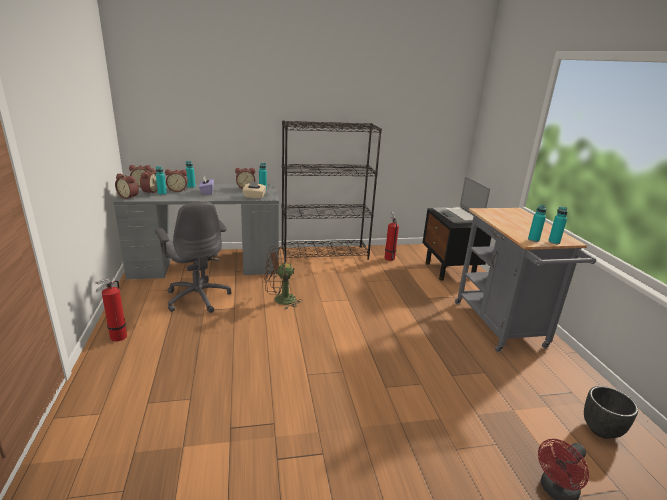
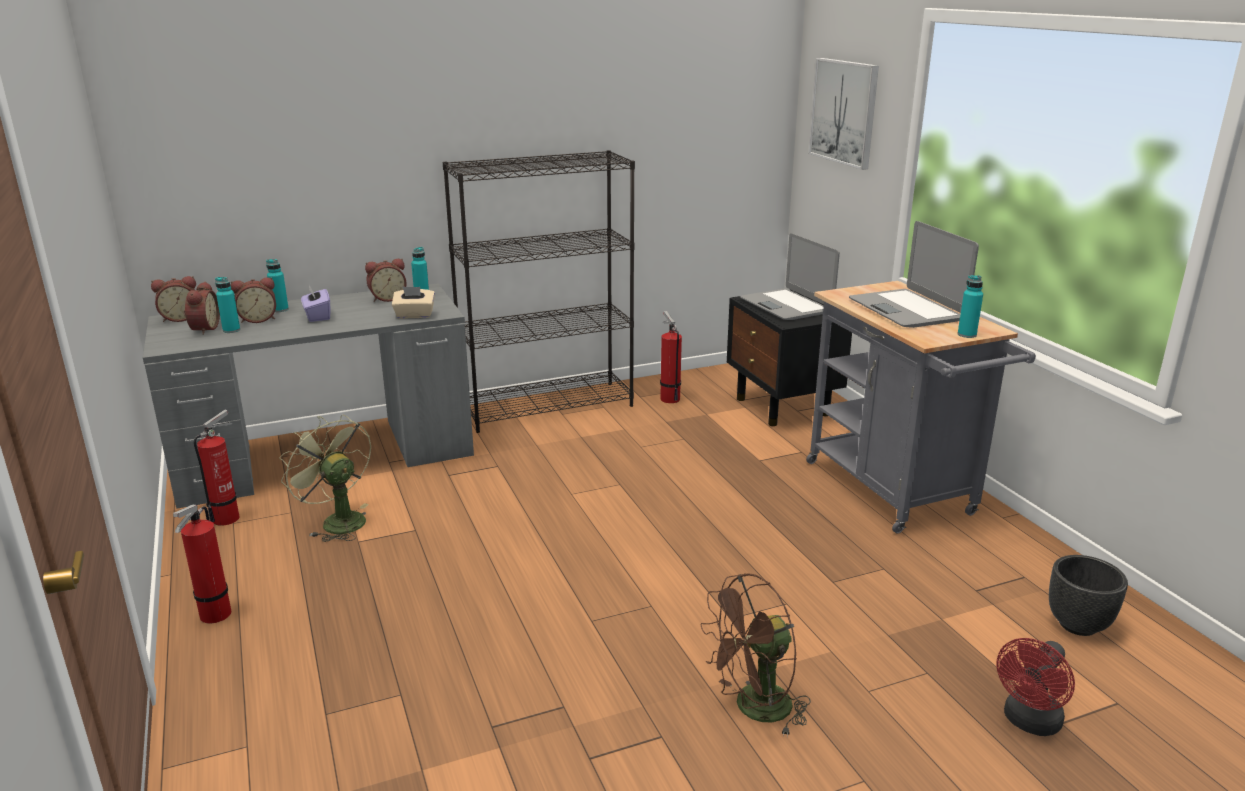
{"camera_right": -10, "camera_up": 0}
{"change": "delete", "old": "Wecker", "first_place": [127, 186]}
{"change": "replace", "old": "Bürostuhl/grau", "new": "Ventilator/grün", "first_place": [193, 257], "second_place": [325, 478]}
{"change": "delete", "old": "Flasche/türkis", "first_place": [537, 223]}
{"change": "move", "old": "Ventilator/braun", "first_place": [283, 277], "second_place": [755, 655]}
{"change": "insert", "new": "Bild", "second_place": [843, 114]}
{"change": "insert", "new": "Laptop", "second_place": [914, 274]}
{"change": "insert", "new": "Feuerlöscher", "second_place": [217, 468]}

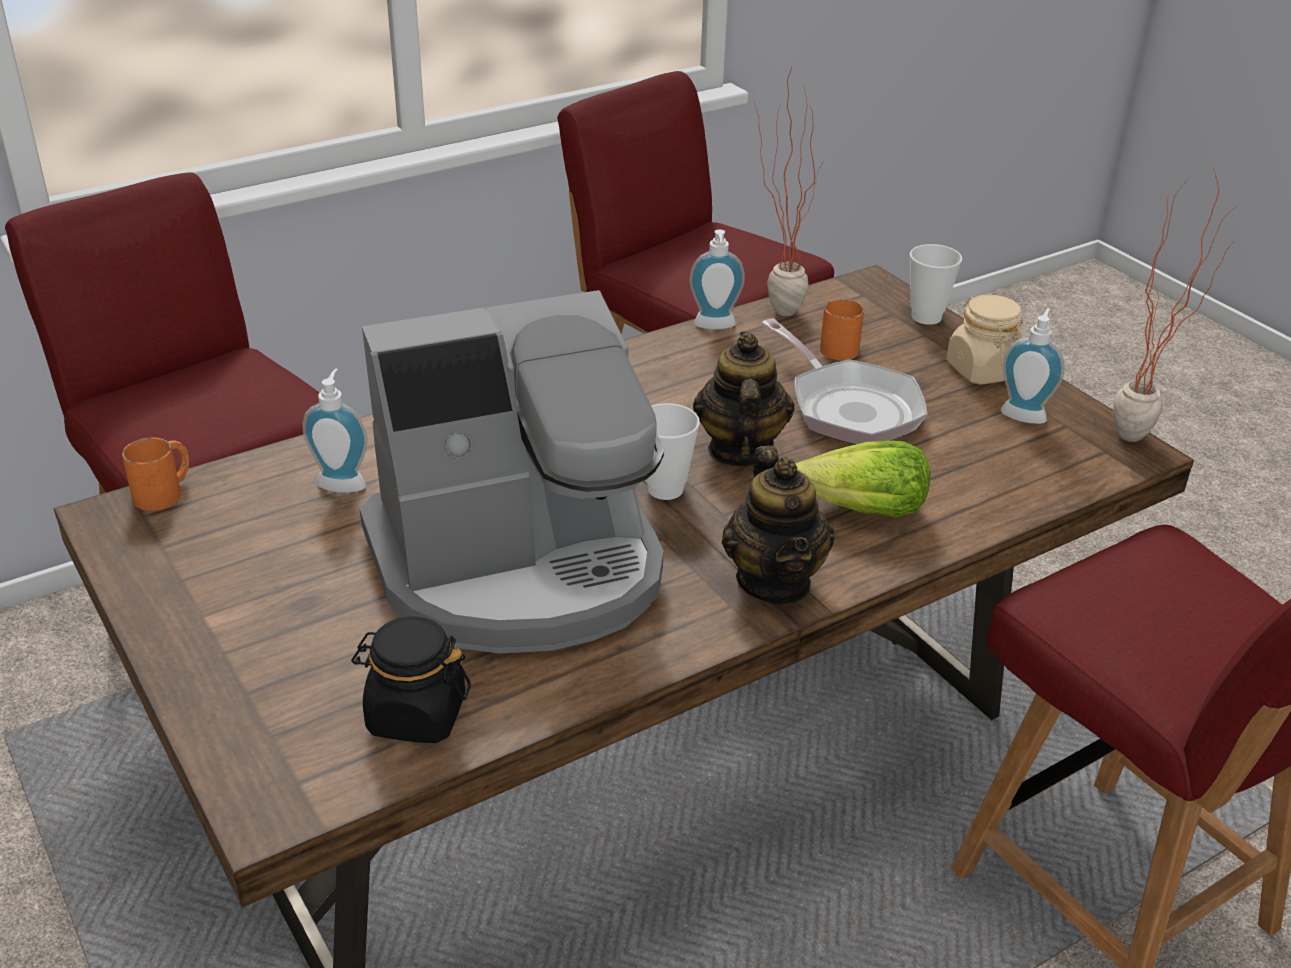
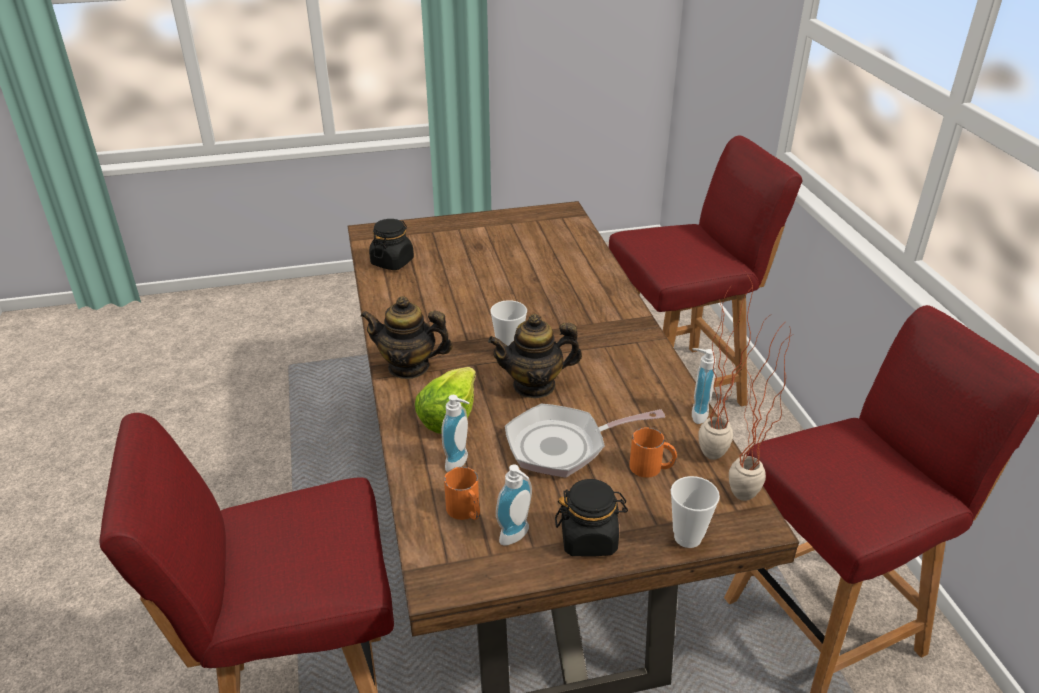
{"camera_right": 110, "camera_up": 0}
{"change": "move", "old": "Topfpflanze", "first_place": [1174, 304], "second_place": [761, 412]}
{"change": "delete", "old": "Kaffeemaschine", "first_place": [512, 472]}
{"change": "recolor", "old": "Vorratsglas/beige", "new": "Vorratsglas/schwarz", "first_place": [984, 340], "second_place": [591, 518]}
{"change": "rotate", "old": "Teekanne", "first_place": [744, 399], "second_place": [535, 356], "degrees": 150}
{"change": "move", "old": "Seifenspender", "first_place": [335, 431], "second_place": [455, 433]}
{"change": "move", "old": "Henkelbecher/orange", "first_place": [155, 474], "second_place": [462, 493]}

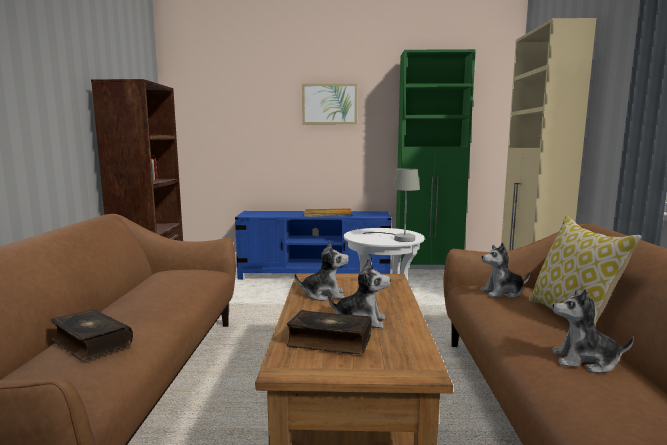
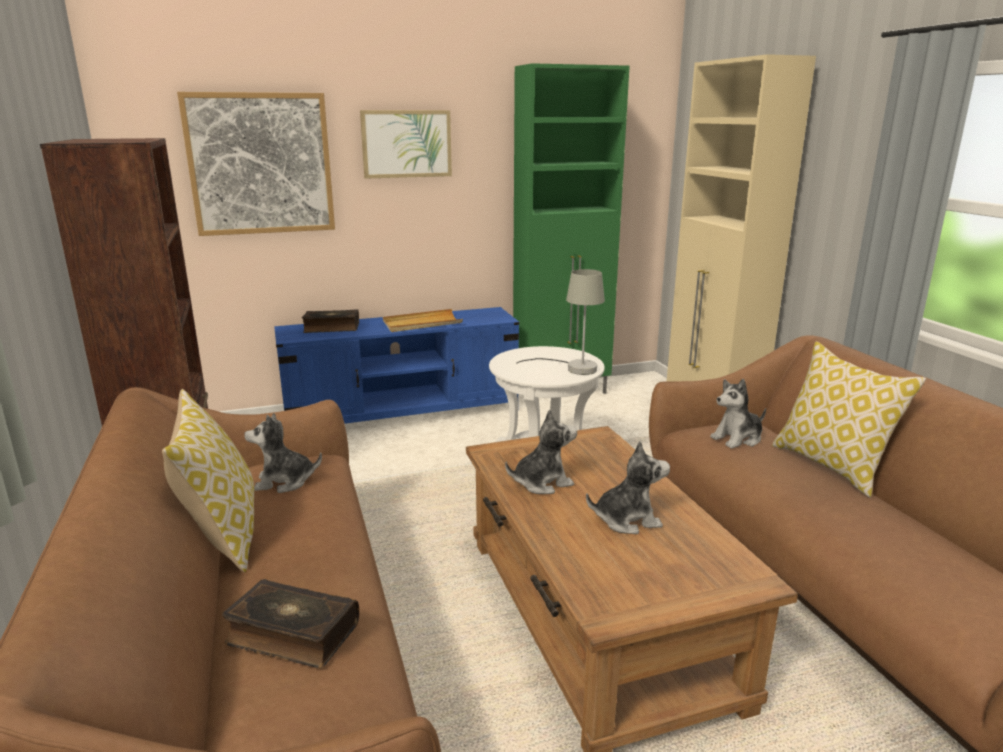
{"camera_right": -20, "camera_up": 10}
{"change": "move", "old": "Plüschtier", "first_place": [593, 331], "second_place": [283, 453]}
{"change": "move", "old": "Buch", "first_place": [329, 332], "second_place": [330, 321]}
{"change": "insert", "new": "Bild", "second_place": [256, 164]}
{"change": "insert", "new": "Kissen", "second_place": [208, 481]}

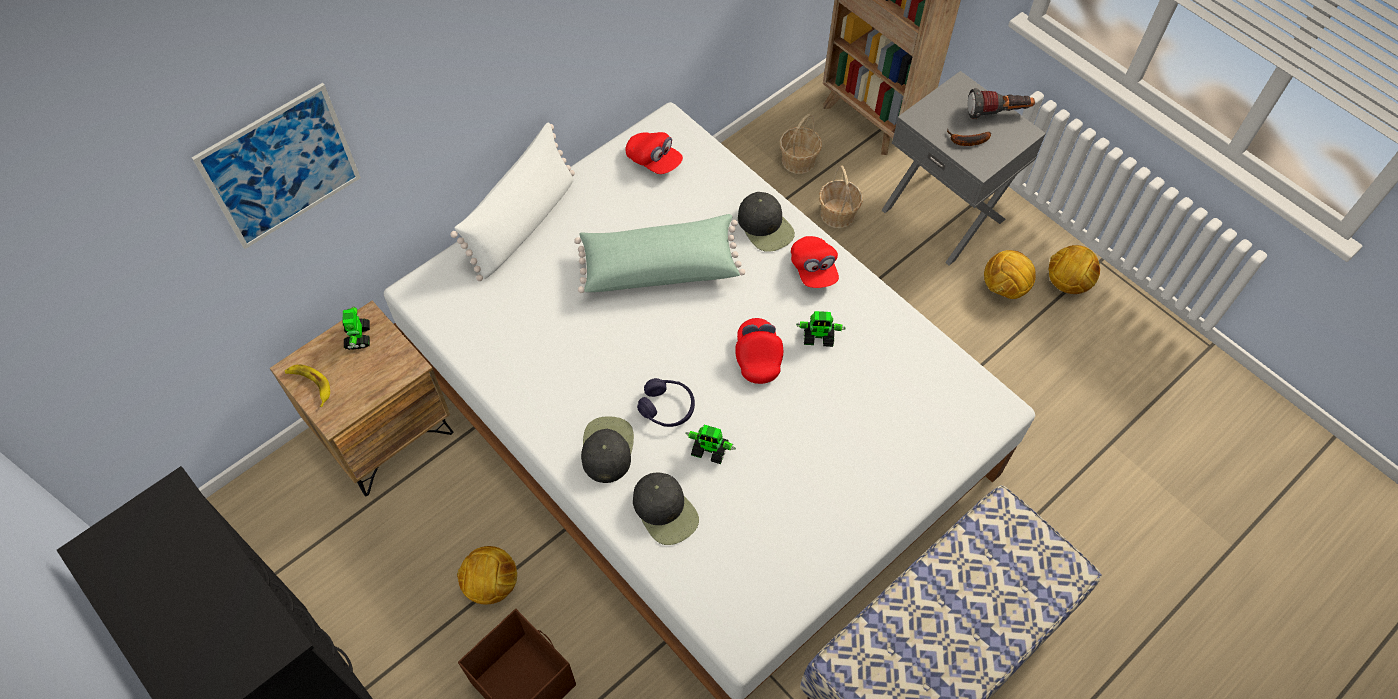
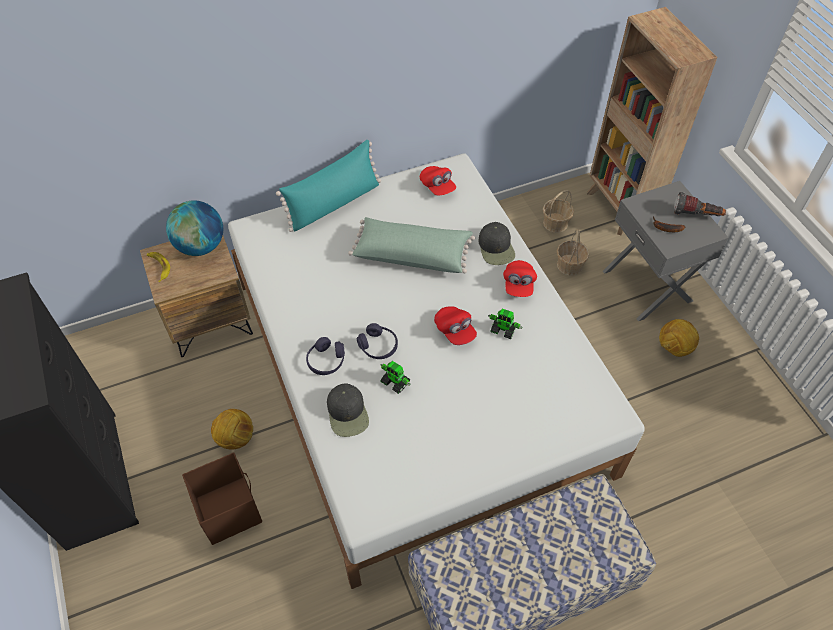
{"camera_right": 20, "camera_up": -5}
{"change": "delete", "old": "Bild", "first_place": [276, 166]}
{"change": "recolor", "old": "Kissen/weiß", "new": "Kissen/türkis", "first_place": [512, 202], "second_place": [328, 186]}
{"change": "delete", "old": "Fußball", "first_place": [1074, 269]}
{"change": "replace", "old": "Spielzeugroboter", "new": "Globus", "first_place": [356, 328], "second_place": [194, 228]}
{"change": "rotate", "old": "Kappe/rot", "first_place": [759, 351], "second_place": [455, 325], "degrees": 135}
{"change": "replace", "old": "Kappe/schwarz", "new": "Kopfhörer/lila", "first_place": [607, 450], "second_place": [325, 356]}

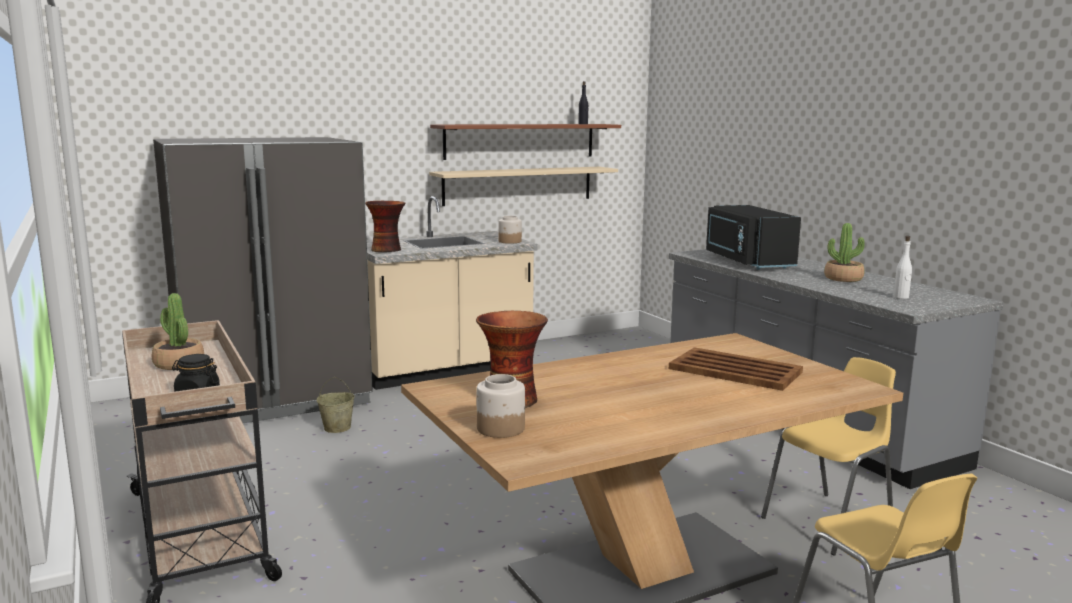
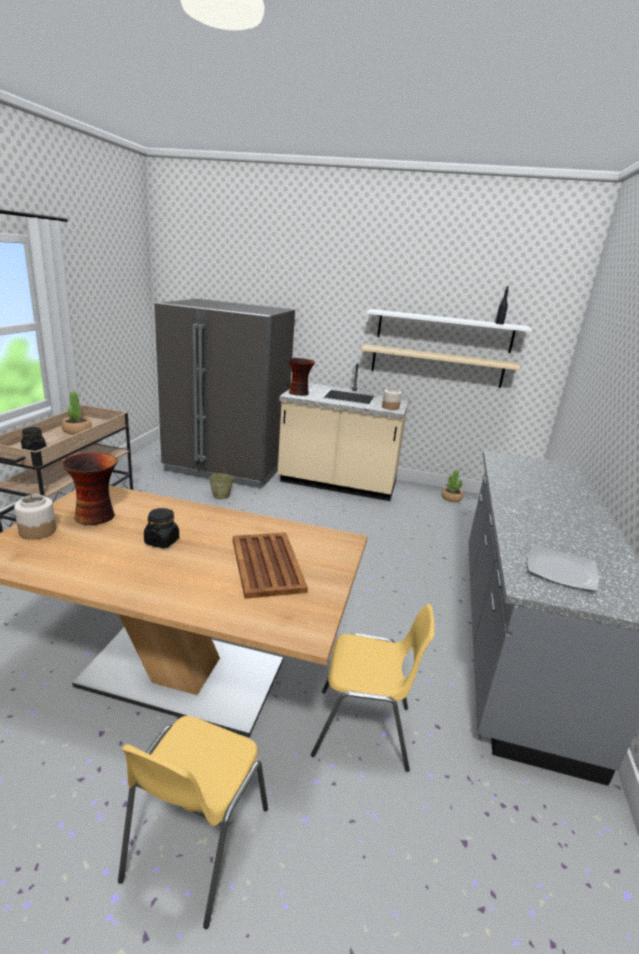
{"camera_right": 40, "camera_up": 10}
{"change": "recolor", "old": "Wandregal/braun", "new": "Wandregal/weiß", "first_place": [525, 142], "second_place": [449, 331]}
{"change": "delete", "old": "Mikrowelle/schwarz", "first_place": [753, 237]}
{"change": "move", "old": "Topfpflanze", "first_place": [844, 252], "second_place": [452, 485]}
{"change": "replace", "old": "Flasche/weiß", "new": "Teller", "first_place": [902, 267], "second_place": [563, 568]}
{"change": "insert", "new": "Vorratsglas/schwarz", "second_place": [161, 528]}

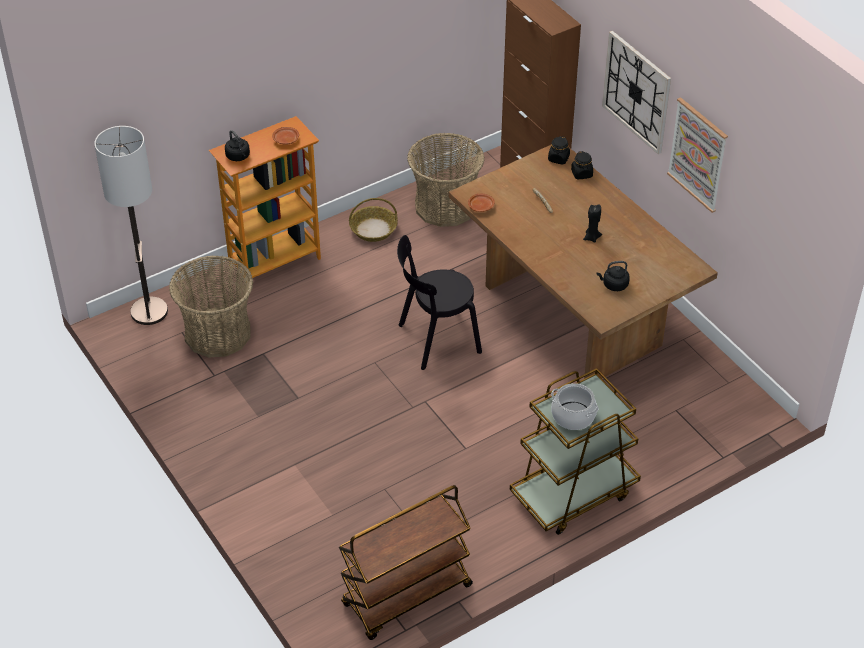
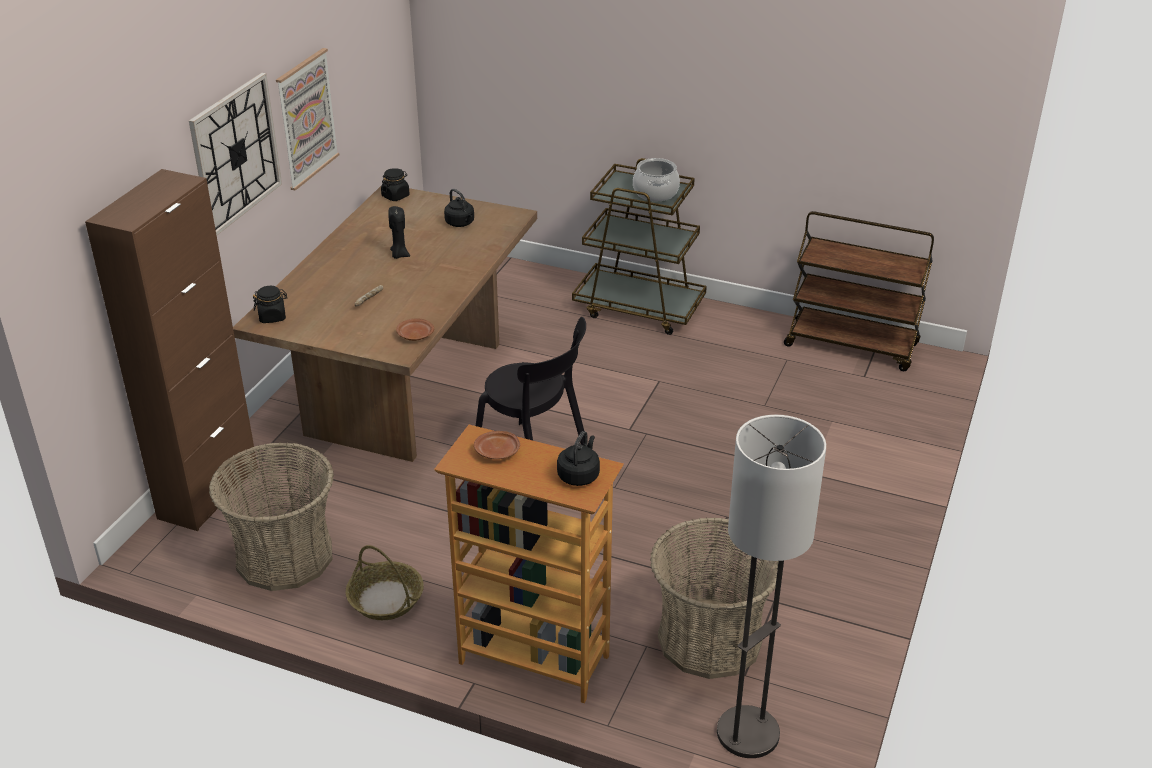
{"camera_right": -125, "camera_up": -10}
{"change": "move", "old": "Vorratsglas/schwarz", "first_place": [582, 165], "second_place": [395, 184]}

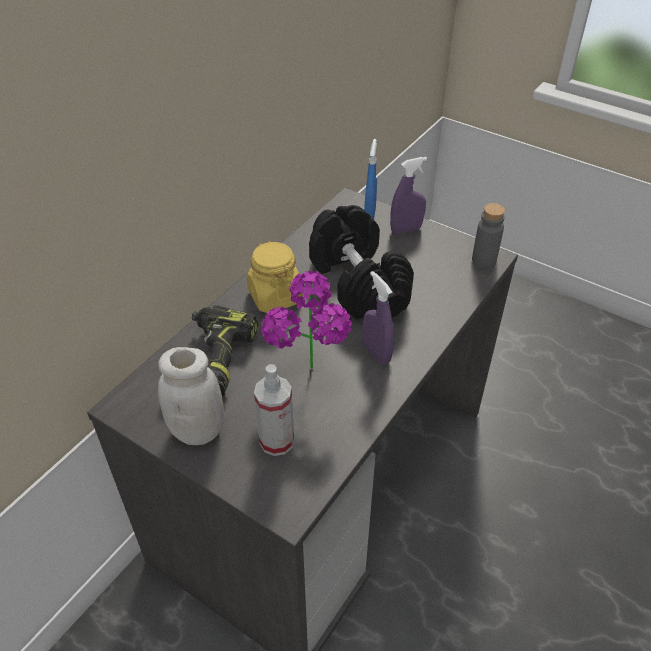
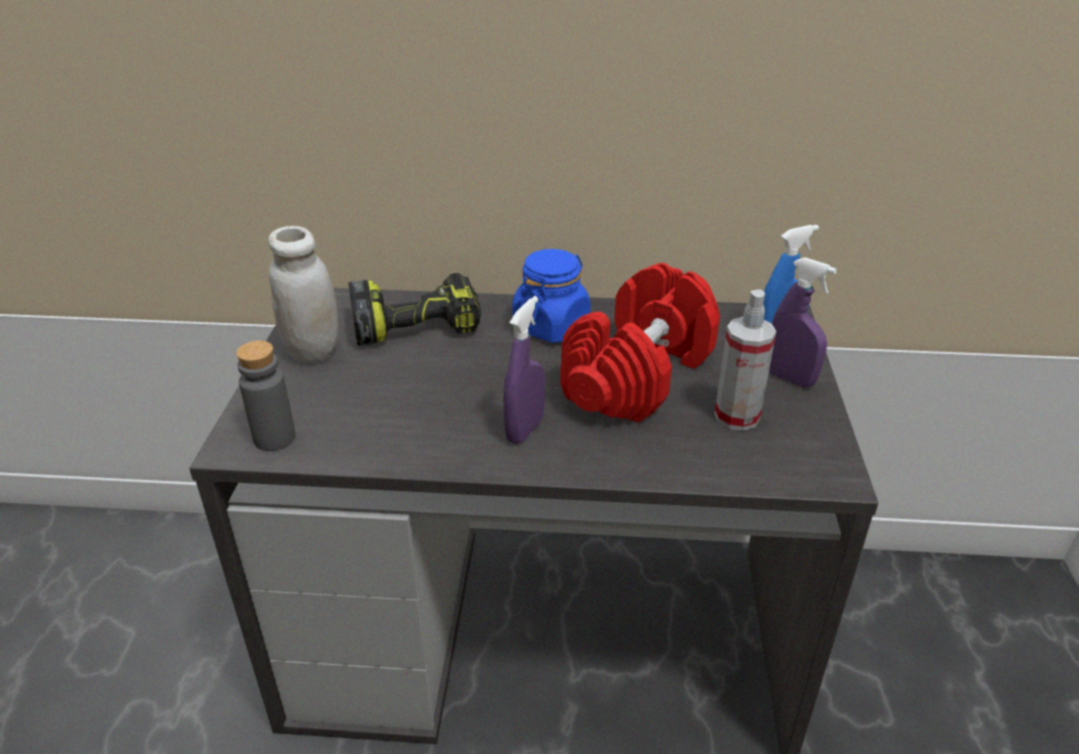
{"camera_right": 60, "camera_up": -10}
{"change": "move", "old": "Flasche/grau", "first_place": [488, 235], "second_place": [265, 396]}
{"change": "recolor", "old": "Hantel/schwarz", "new": "Hantel/rot", "first_place": [361, 262], "second_place": [640, 343]}
{"change": "recolor", "old": "Vorratsglas/gelb", "new": "Vorratsglas/blau", "first_place": [275, 277], "second_place": [551, 296]}
{"change": "delete", "old": "Topfpflanze", "first_place": [306, 319]}
{"change": "move", "old": "Sprühflasche", "first_place": [274, 410], "second_place": [745, 360]}

